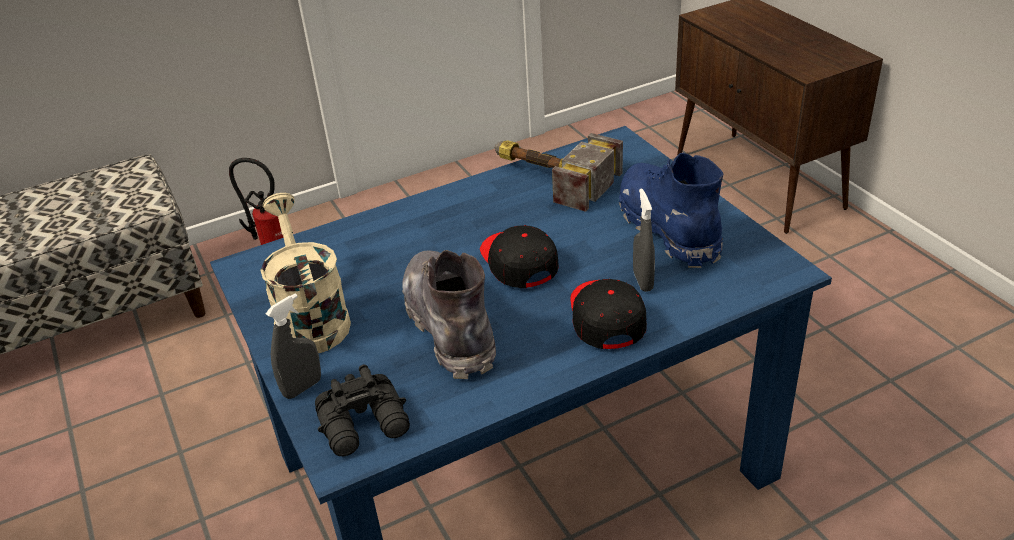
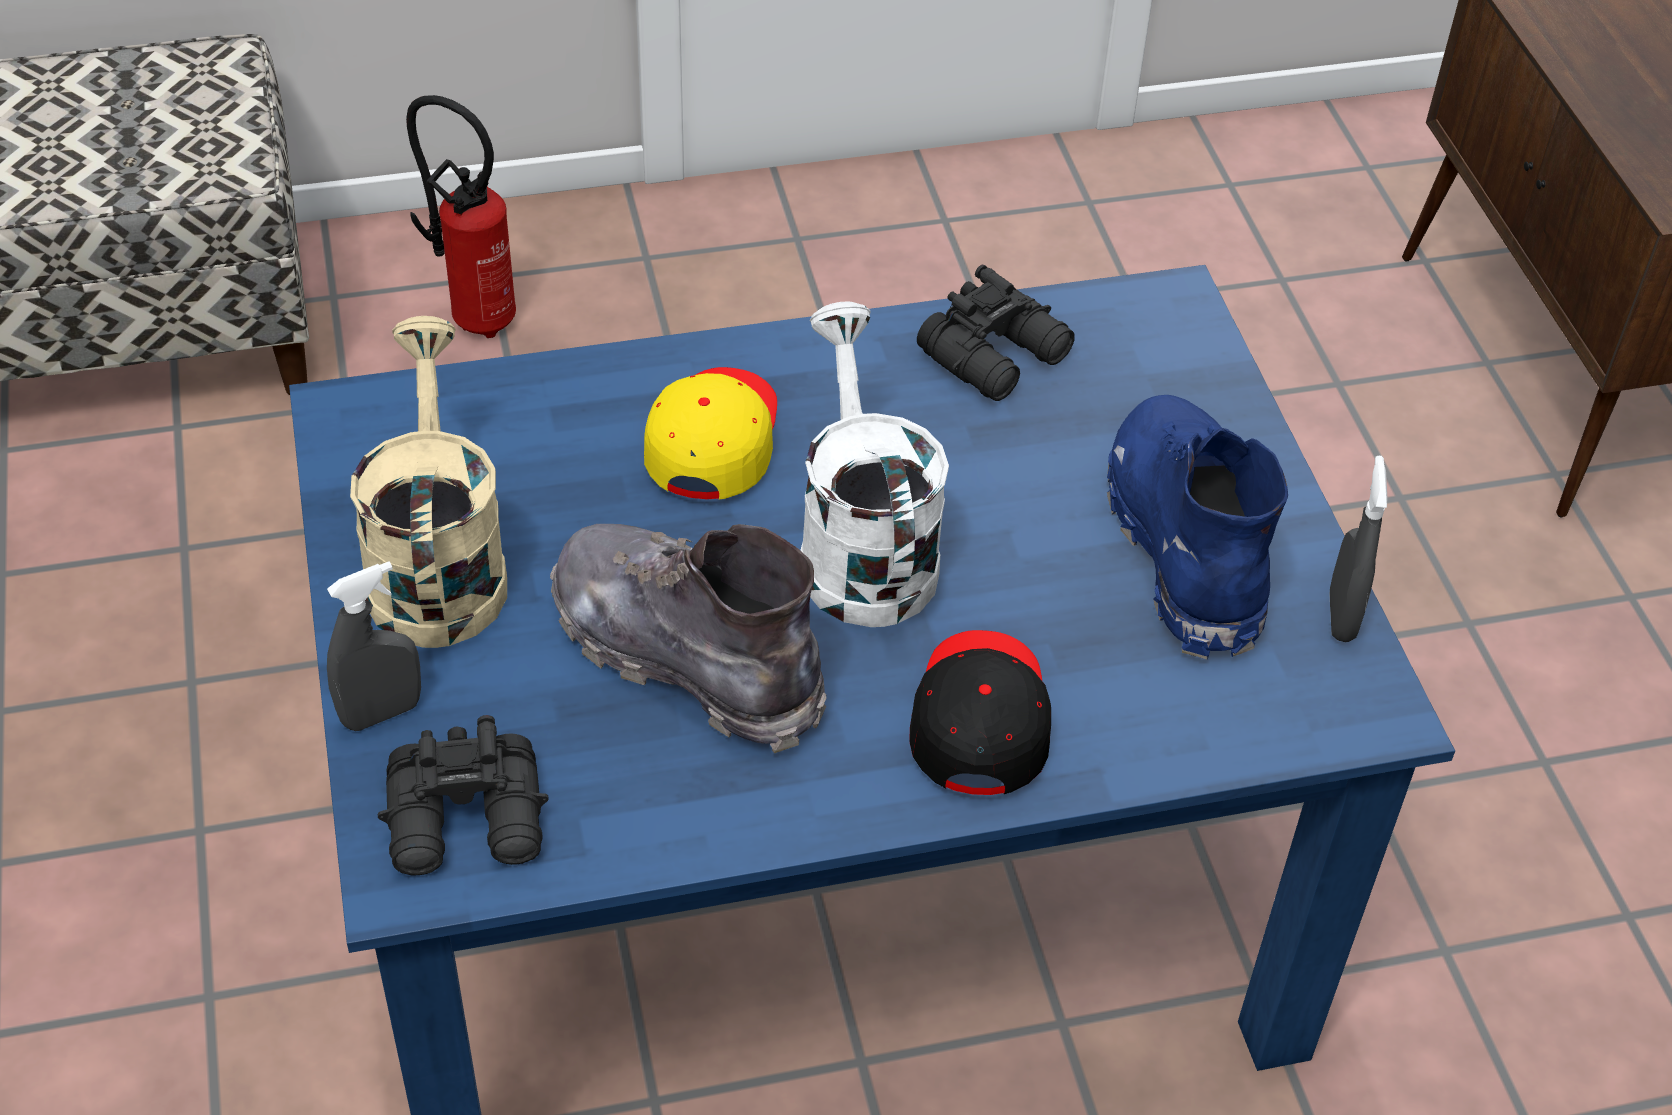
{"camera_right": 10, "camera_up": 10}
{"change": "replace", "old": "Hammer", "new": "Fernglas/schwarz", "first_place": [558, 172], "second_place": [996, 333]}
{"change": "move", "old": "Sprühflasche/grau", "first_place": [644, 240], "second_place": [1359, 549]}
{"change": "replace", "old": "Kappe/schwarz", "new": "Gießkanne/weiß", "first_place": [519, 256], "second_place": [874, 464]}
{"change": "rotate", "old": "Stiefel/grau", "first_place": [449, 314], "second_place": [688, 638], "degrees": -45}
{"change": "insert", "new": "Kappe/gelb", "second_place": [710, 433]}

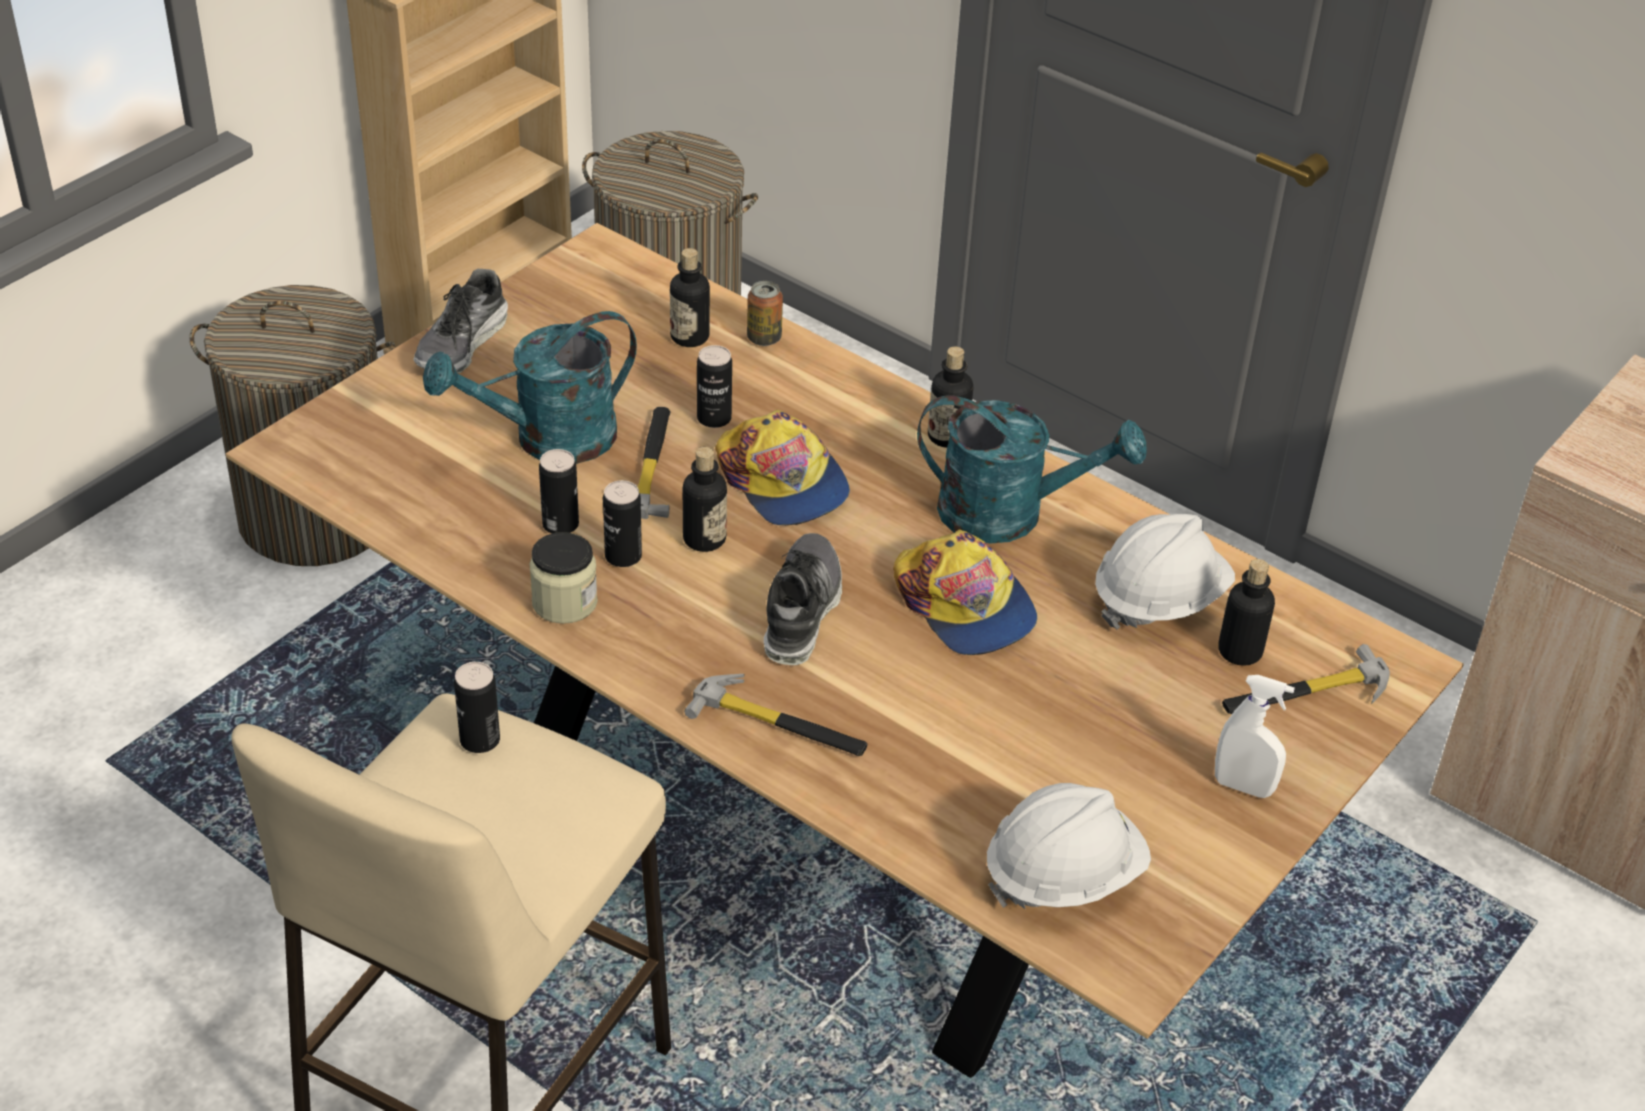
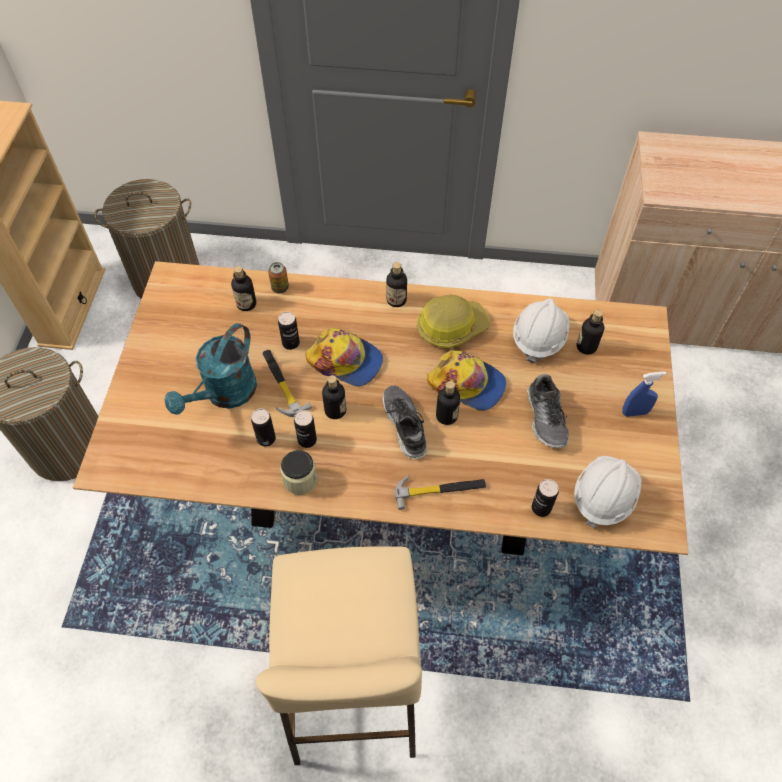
{"camera_right": -30, "camera_up": 15}
{"change": "move", "old": "Schuh", "first_place": [460, 321], "second_place": [548, 411]}
{"change": "replace", "old": "Gießkanne/türkis", "new": "Schutzhelm", "first_place": [1032, 470], "second_place": [454, 321]}
{"change": "delete", "old": "Hammer", "first_place": [1306, 679]}
{"change": "move", "old": "Dose", "first_place": [477, 707], "second_place": [545, 498]}
{"change": "recolor", "old": "Sprühflasche/weiß", "new": "Sprühflasche/blau", "first_place": [1255, 736], "second_place": [644, 394]}
{"change": "insert", "new": "Flasche", "second_place": [448, 403]}

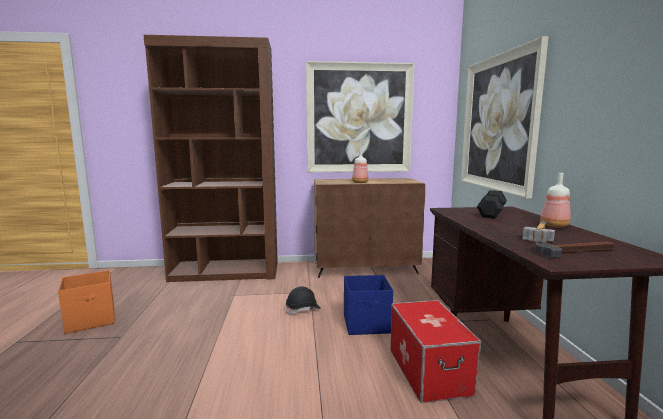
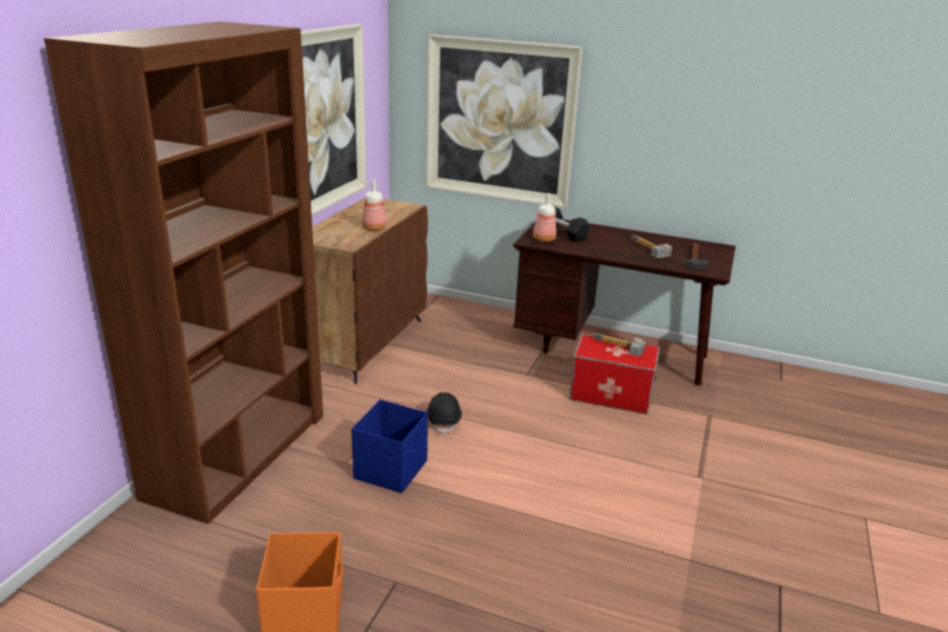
{"camera_right": -65, "camera_up": 15}
{"change": "move", "old": "Flasche", "first_place": [555, 200], "second_place": [544, 217]}
{"change": "move", "old": "Aufbewahrungsbox/blau", "first_place": [368, 305], "second_place": [390, 446]}
{"change": "insert", "new": "Hammer", "second_place": [619, 344]}

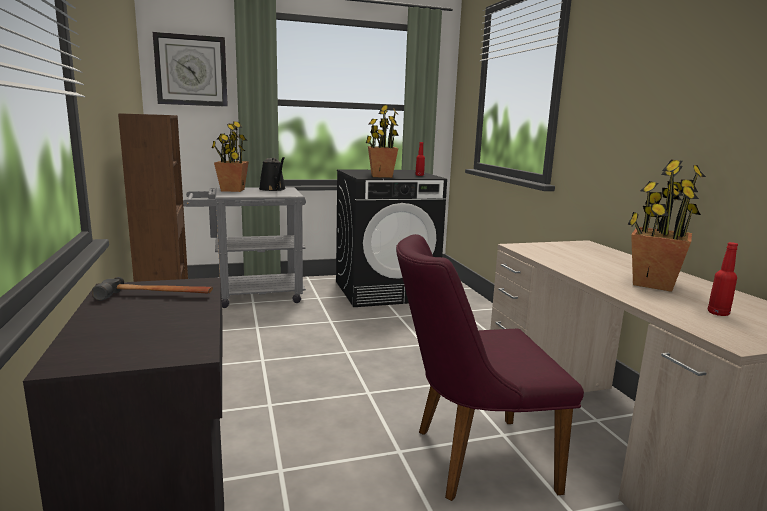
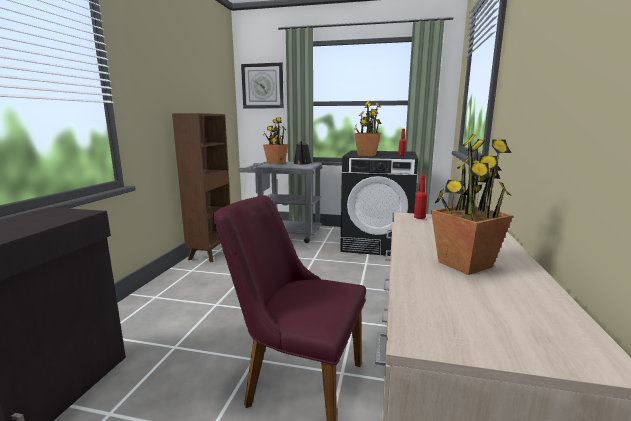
{"camera_right": 30, "camera_up": 0}
{"change": "move", "old": "Flasche/rot", "first_place": [723, 279], "second_place": [420, 197]}
{"change": "delete", "old": "Hammer", "first_place": [152, 289]}

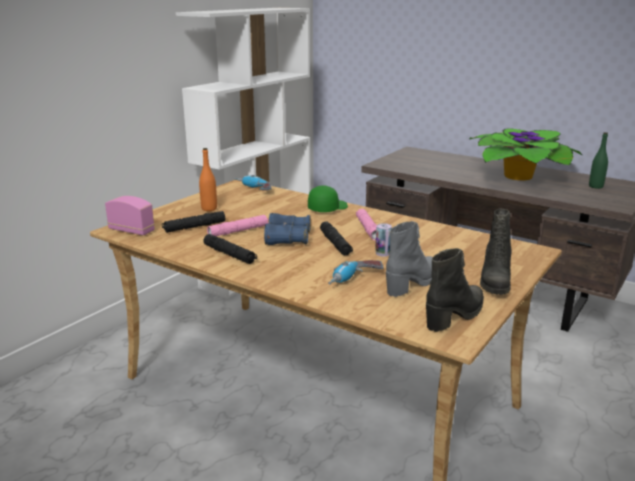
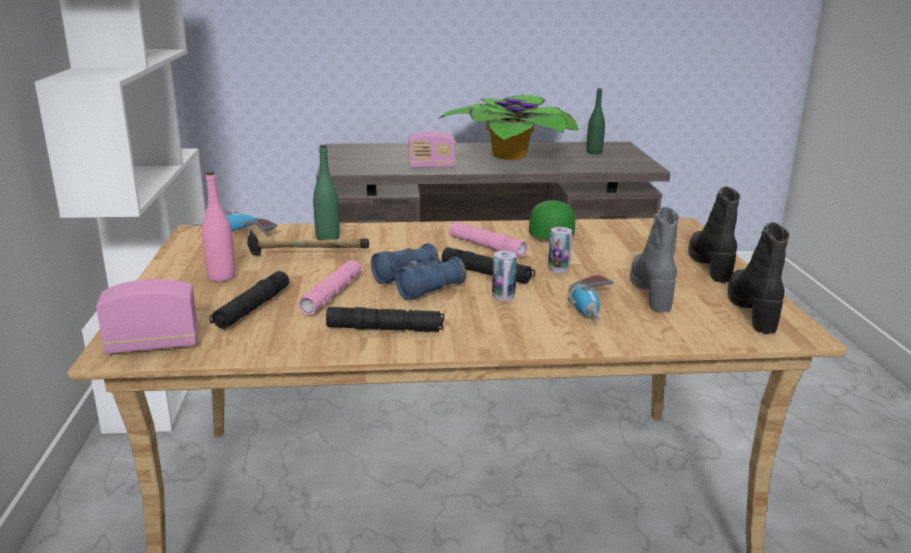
{"camera_right": -40, "camera_up": 0}
{"change": "recolor", "old": "Flasche/orange", "new": "Flasche/rosa", "first_place": [208, 179], "second_place": [218, 227]}
{"change": "move", "old": "Kappe/grün", "first_place": [328, 198], "second_place": [552, 220]}
{"change": "rotate", "old": "Stiefel/schwarz", "first_place": [496, 252], "second_place": [714, 234], "degrees": -150}
{"change": "insert", "new": "Radio", "second_place": [431, 150]}
{"change": "insert", "new": "Flasche/grün", "second_place": [326, 192]}
{"change": "insert", "new": "Hammer", "second_place": [308, 242]}
{"change": "insert", "new": "Dose", "second_place": [504, 275]}

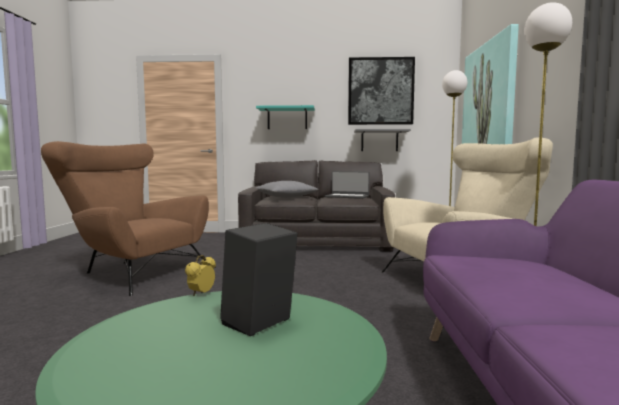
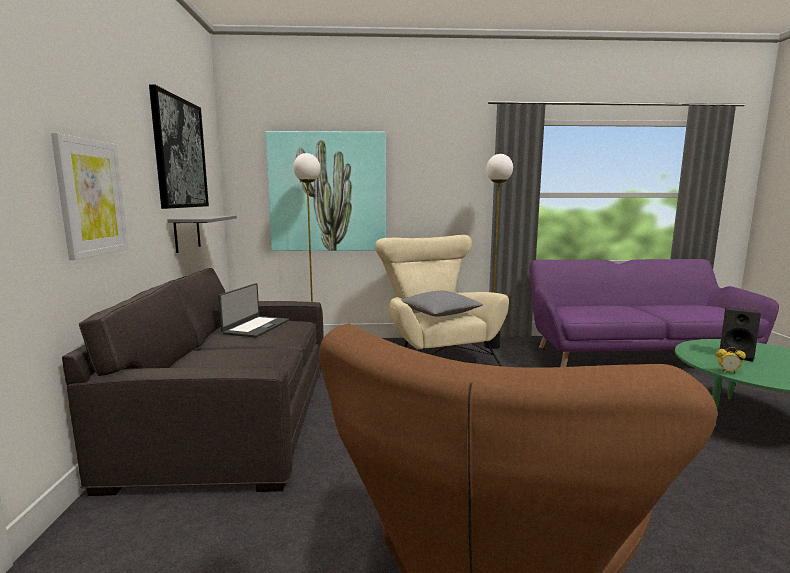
{"camera_right": -95, "camera_up": 5}
{"change": "replace", "old": "Wandregal/türkis", "new": "Bild", "first_place": [285, 117], "second_place": [89, 196]}
{"change": "move", "old": "Kissen/grau", "first_place": [287, 189], "second_place": [442, 303]}

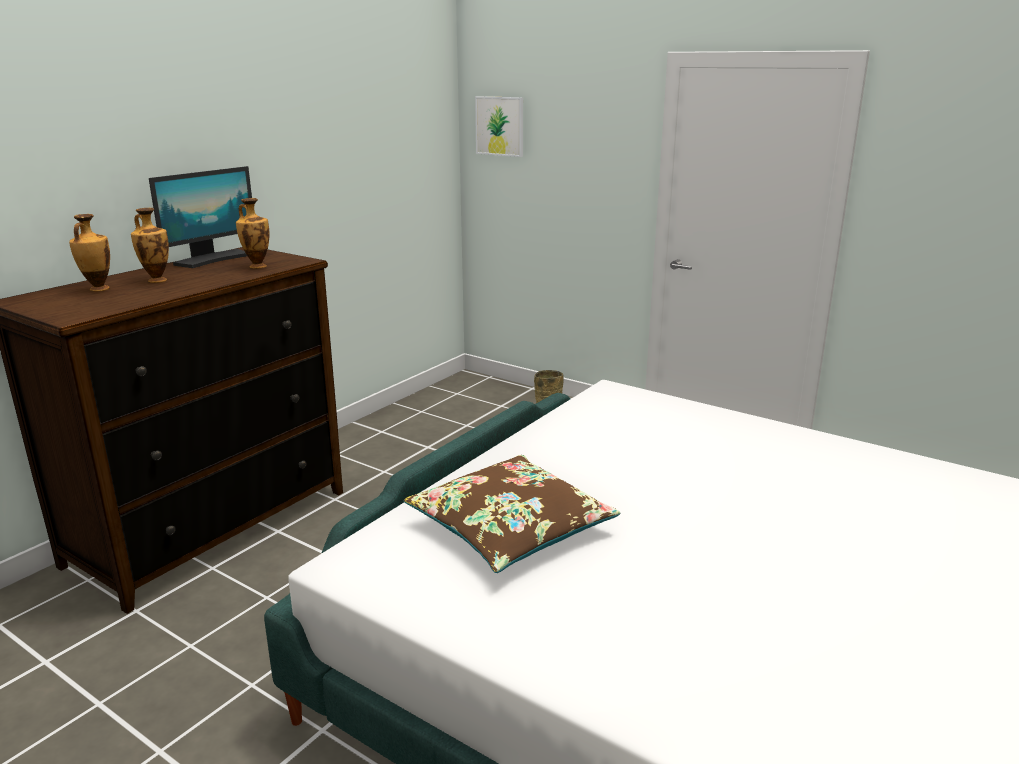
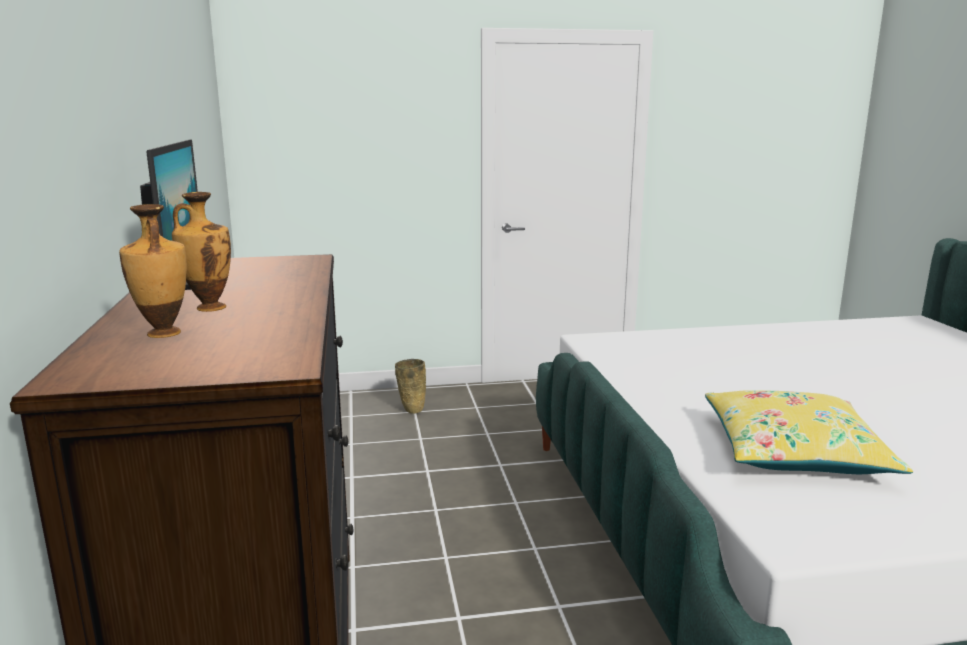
{"camera_right": -45, "camera_up": -5}
{"change": "delete", "old": "Bild", "first_place": [499, 126]}
{"change": "delete", "old": "Vase", "first_place": [253, 233]}
{"change": "recolor", "old": "Kissen/braun", "new": "Kissen/gelb", "first_place": [512, 514], "second_place": [809, 432]}

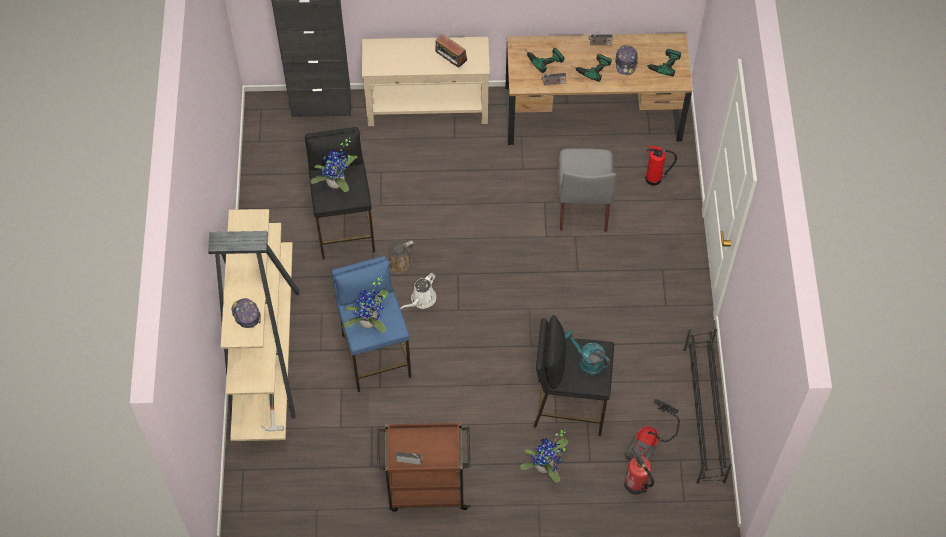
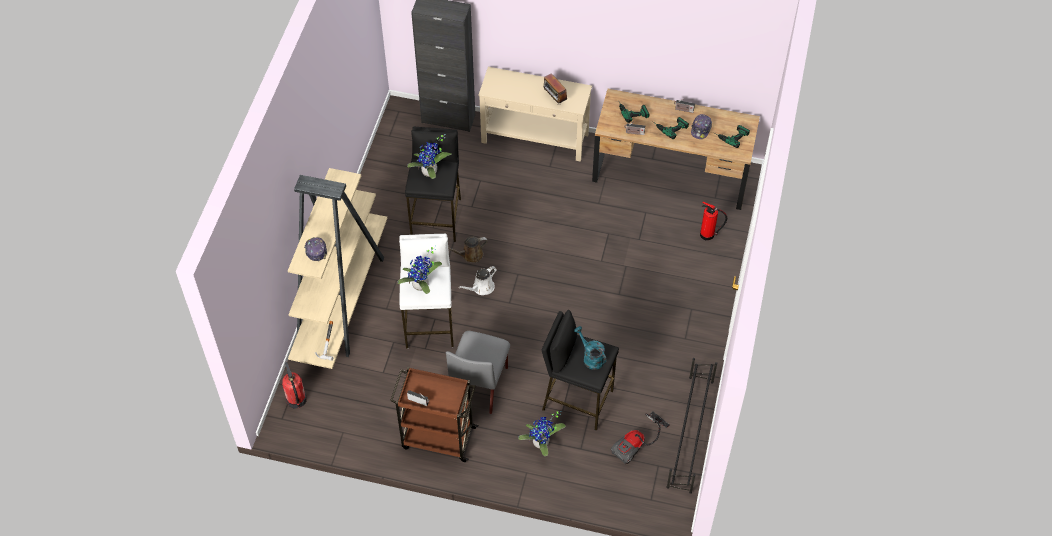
{"camera_right": 15, "camera_up": -5}
{"change": "move", "old": "Stuhl/grau", "first_place": [587, 190], "second_place": [478, 372]}
{"change": "recolor", "old": "Hocker/blau", "new": "Hocker/weiß", "first_place": [371, 324], "second_place": [426, 291]}
{"change": "move", "old": "Feuerlöscher", "first_place": [639, 471], "second_place": [294, 385]}

